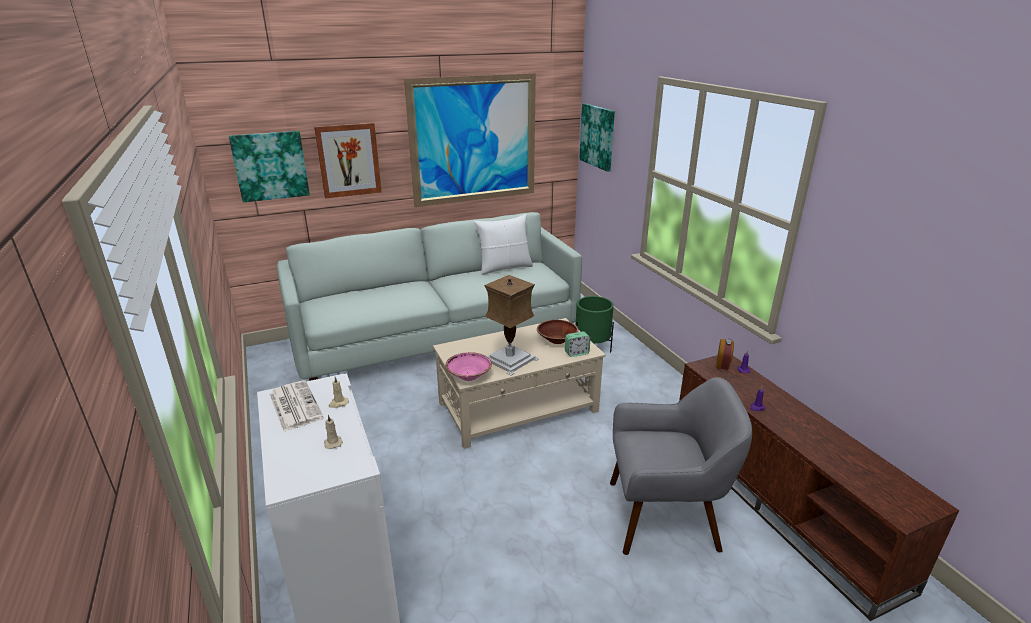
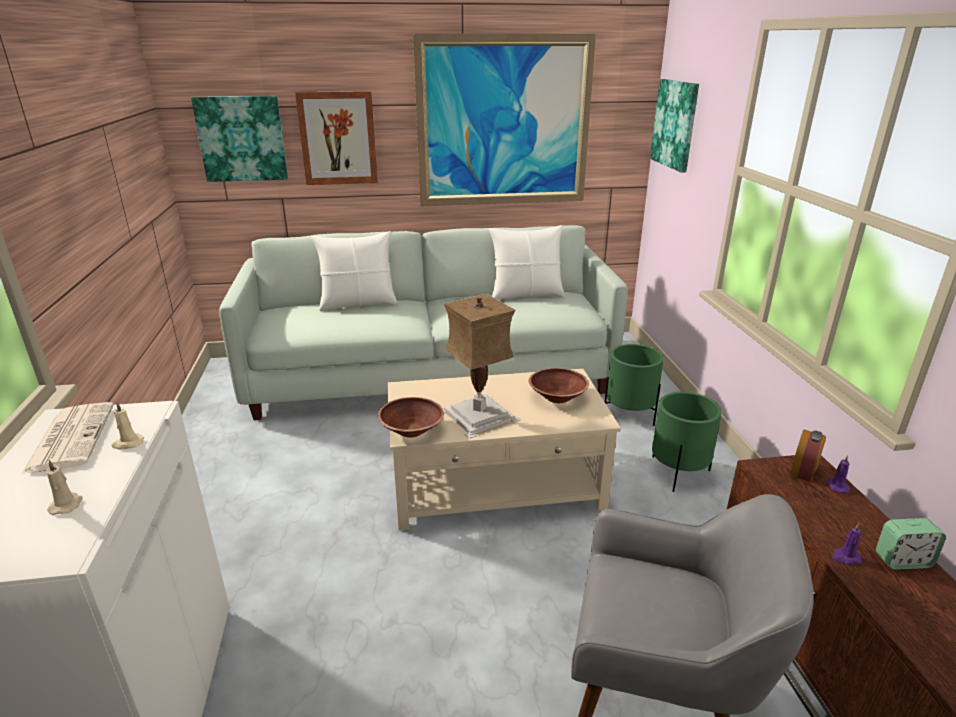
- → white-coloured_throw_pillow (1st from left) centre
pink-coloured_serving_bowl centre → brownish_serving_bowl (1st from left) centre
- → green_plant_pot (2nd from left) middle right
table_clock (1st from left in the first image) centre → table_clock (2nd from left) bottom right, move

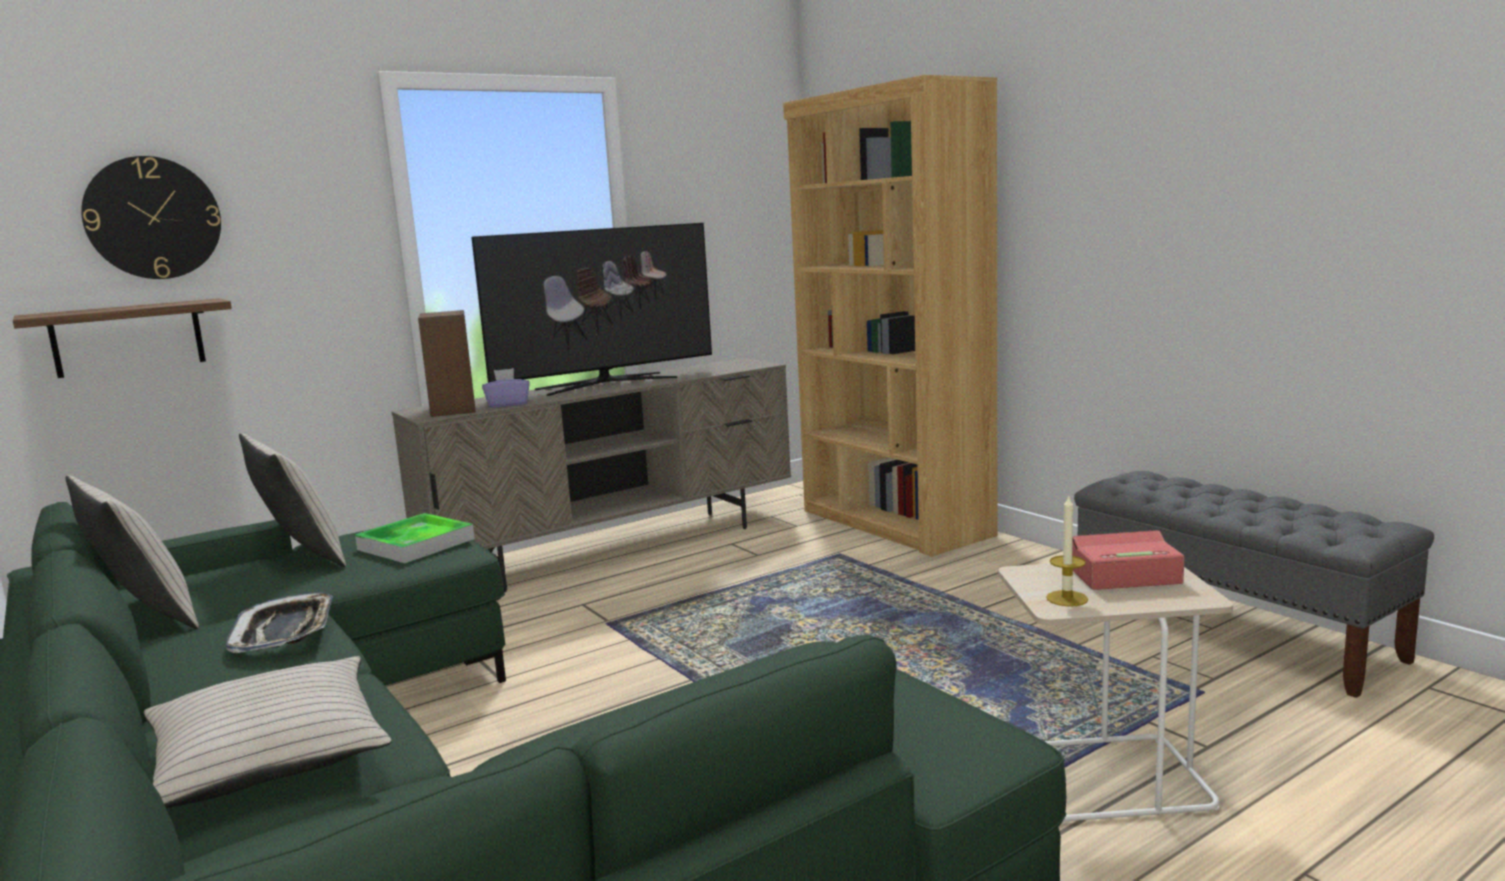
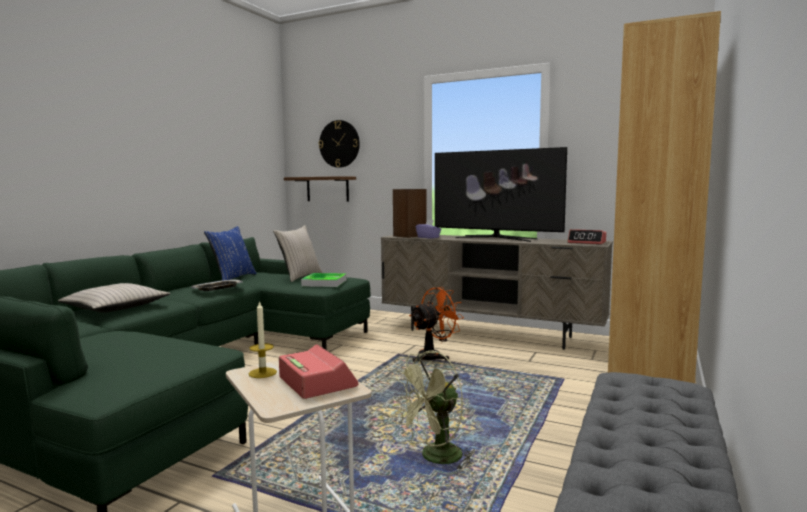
sand-coloured_throw_pillow (1st from left) middle left → blue_throw_pillow middle left
- → green_cooling_fan bottom centre
- → orange_cooling_fan centre
- → table_clock (2nd from left) middle right

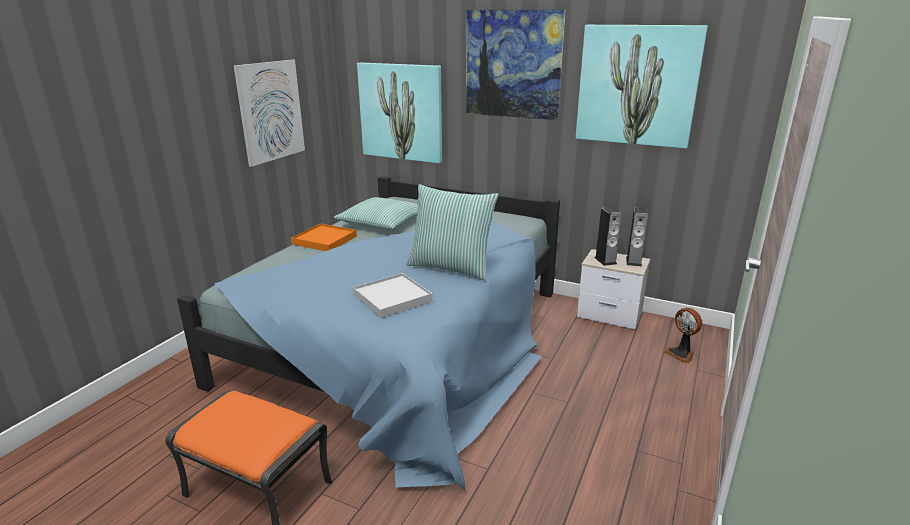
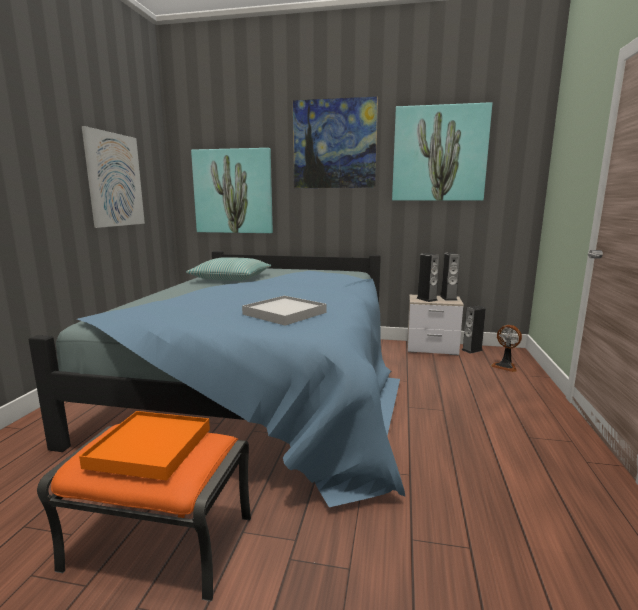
orange_tray centre → orange_tray bottom left, move
- → audio_speaker (3rd from left) middle right
throw_pillow (2nd from left) centre → -

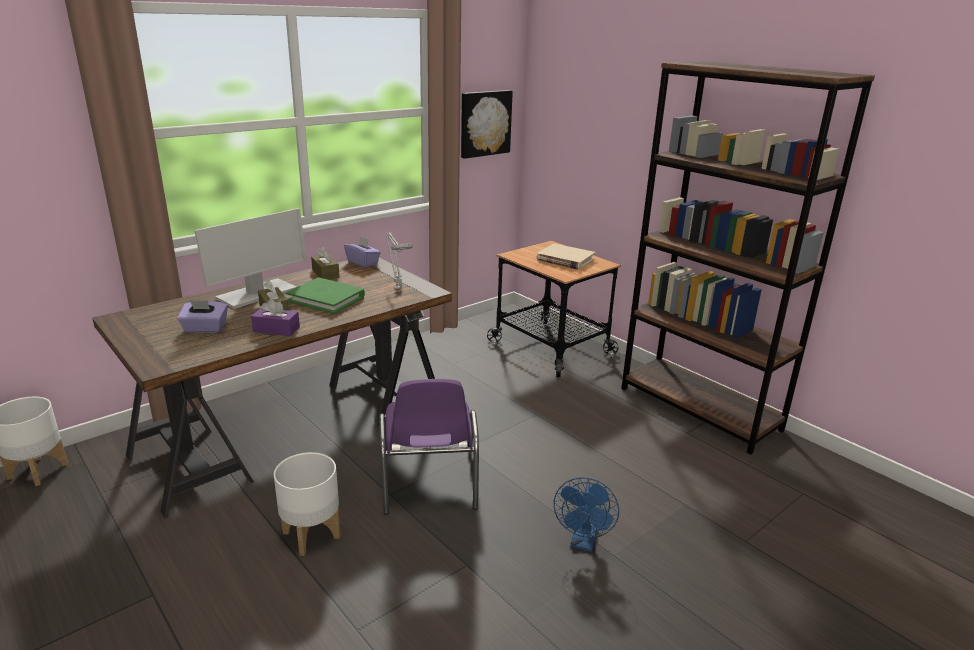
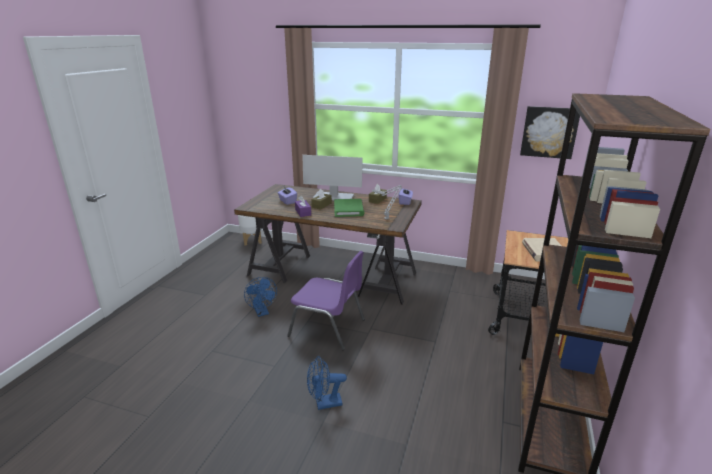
white-coloured_plant_pot (2nd from left) bottom left → blue_cooling_fan (1st from left) centre
purple-coloured_chair bottom centre → purple-coloured_chair centre, 120 degrees counterclockwise

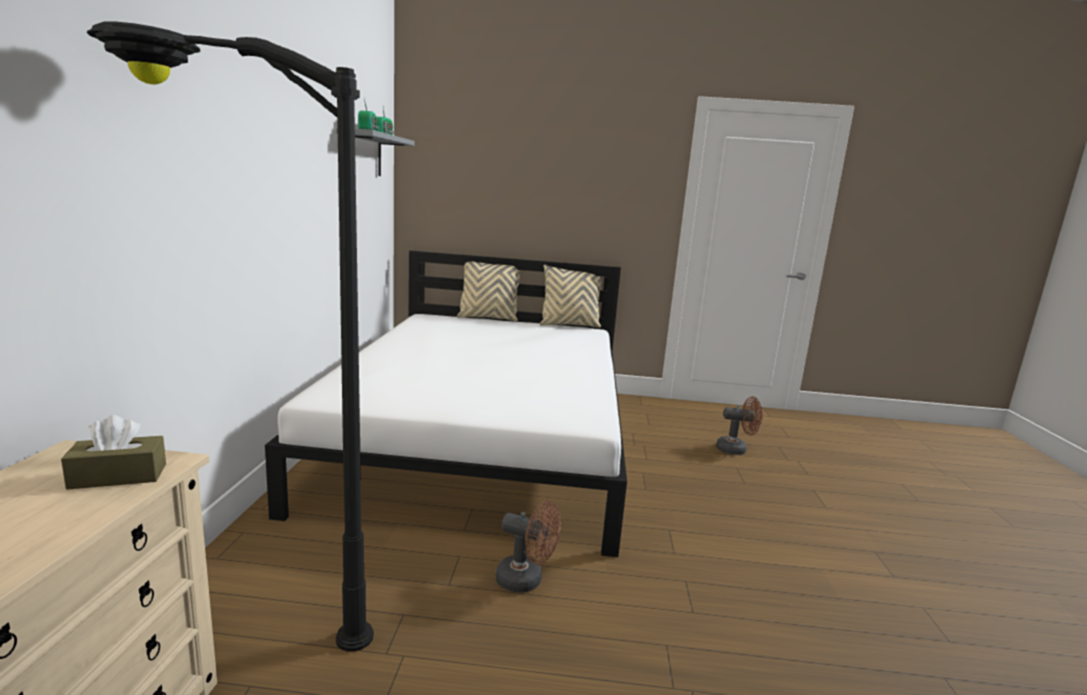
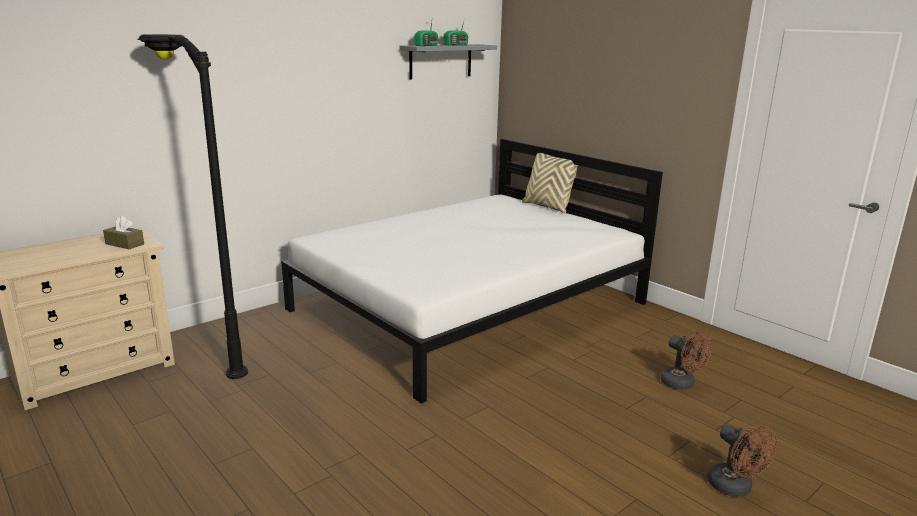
brownish_cooling_fan (1st from left in the first image) bottom centre → brownish_cooling_fan (2nd from left) bottom right, move
sand-coloured_throw_pillow (2nd from left) centre → -

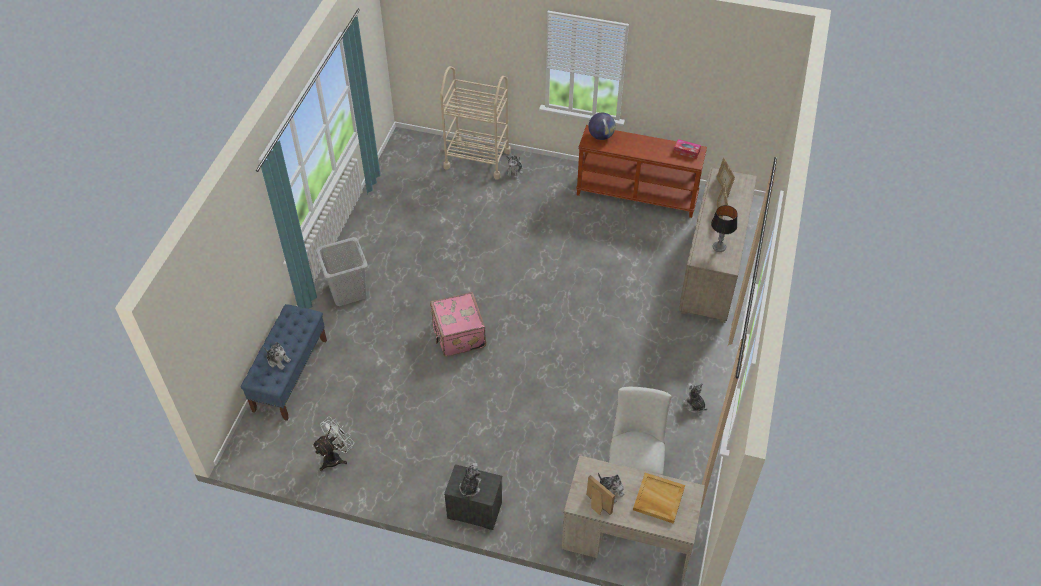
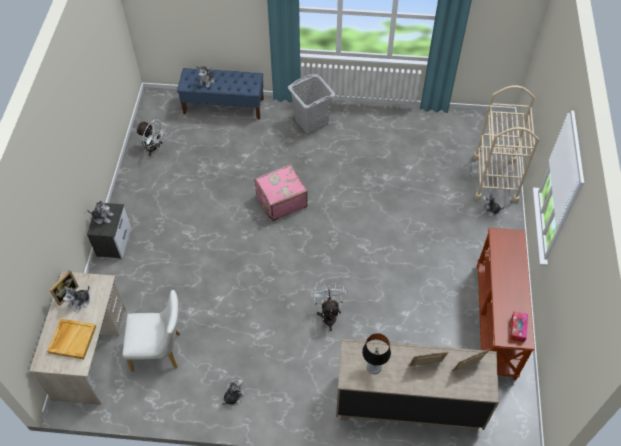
- → white-coloured_cooling_fan (2nd from left) bottom centre
world_globe top centre → -

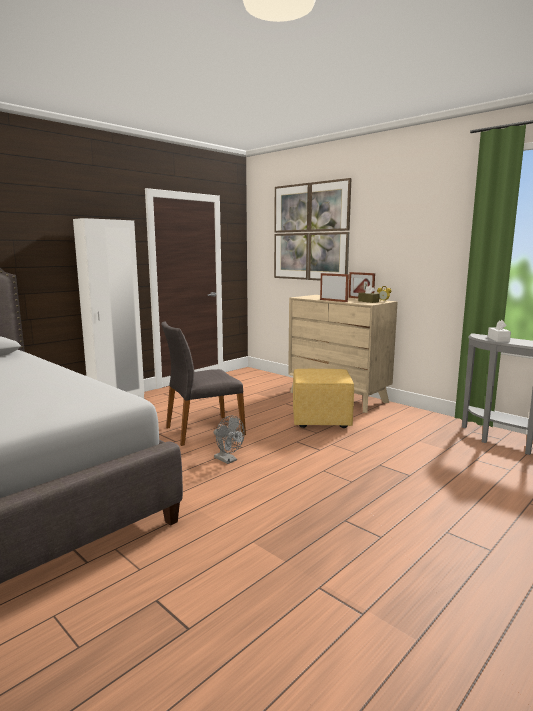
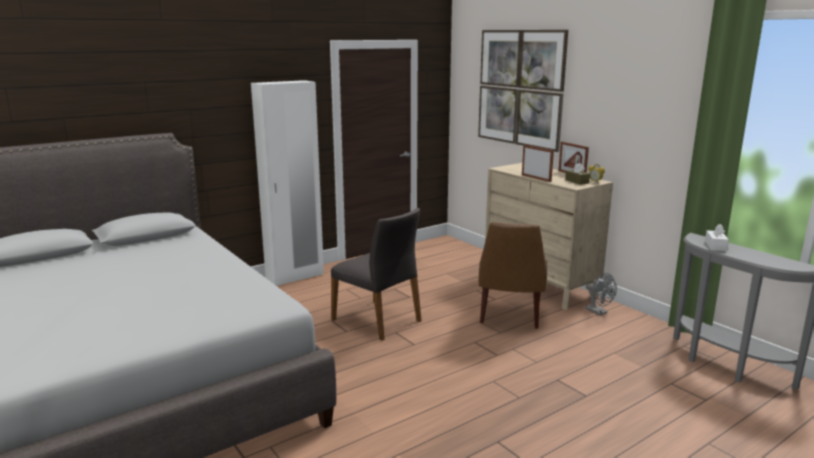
greyish_chair centre, 120 degrees counterclockwise
yellow-coloured_footrest centre → brownish_chair centre
greyish_cooling_fan centre → greyish_cooling_fan middle right, move

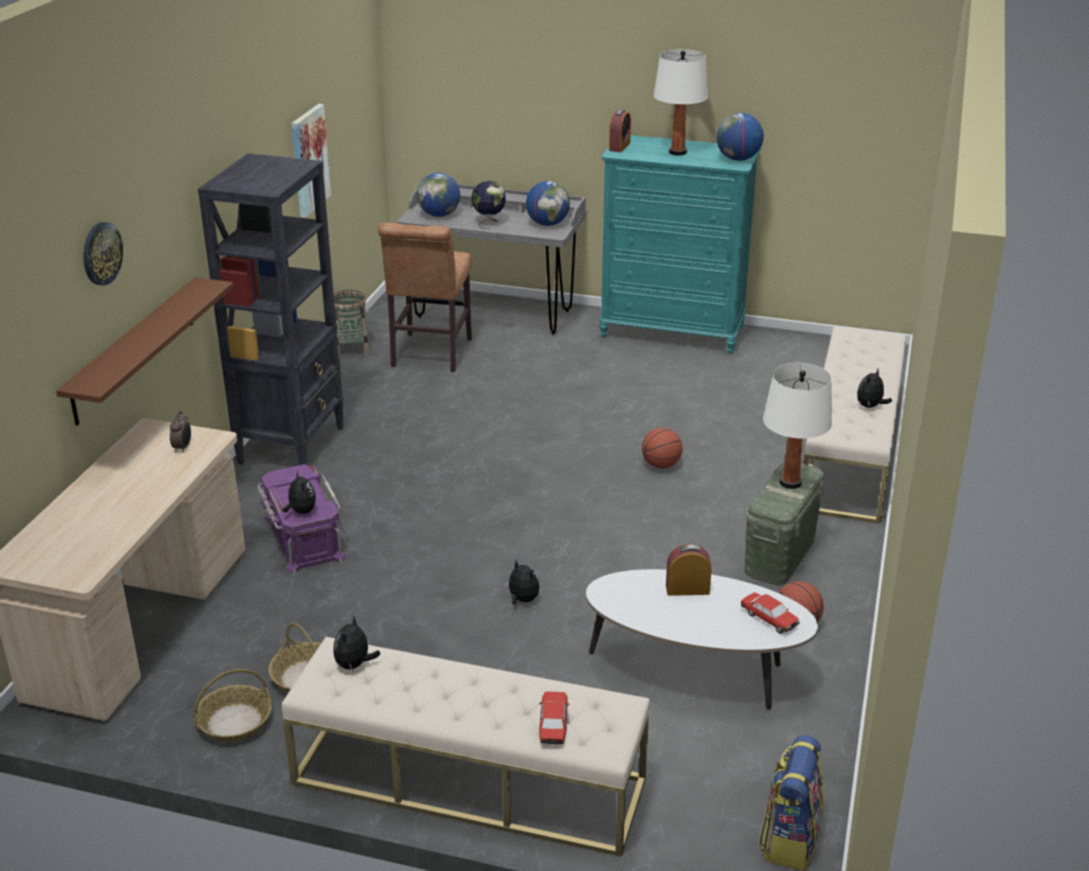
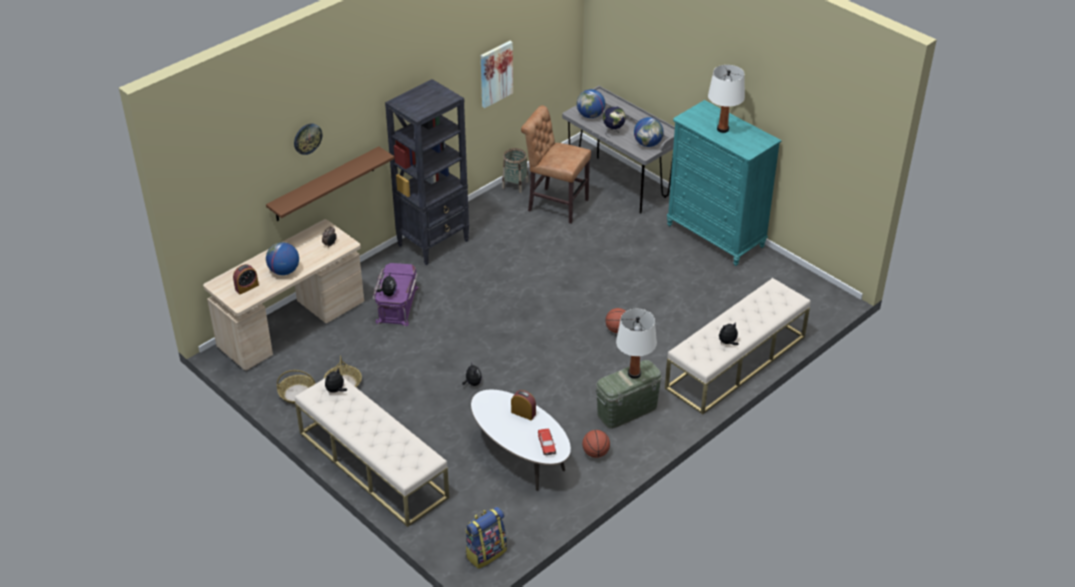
table_clock (2nd from left in the first image) top centre → table_clock (1st from left) middle left, move
world_globe (4th from left in the first image) top right → world_globe (1st from left) middle left, move
brownish_chair centre → brownish_chair top centre, 75 degrees clockwise
model_car (1st from left) bottom centre → -

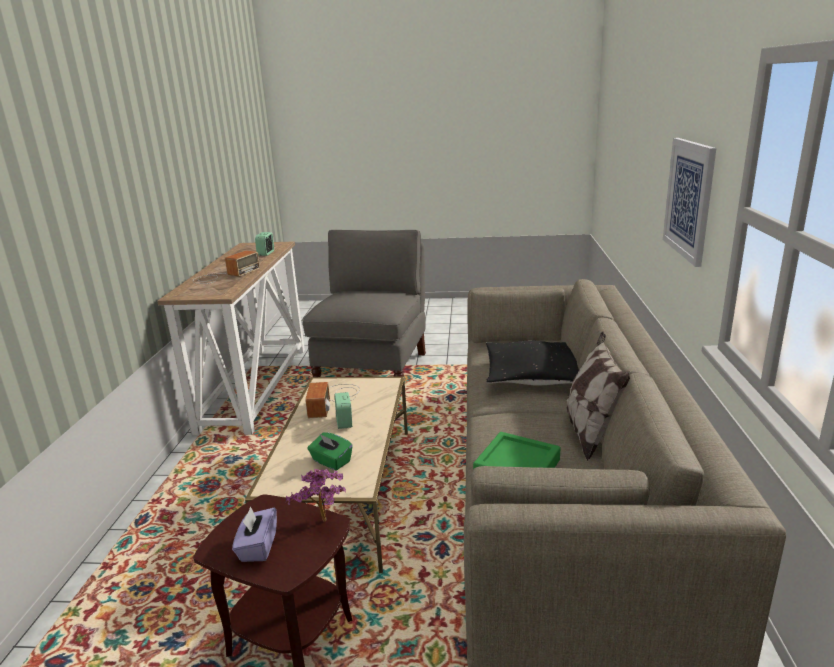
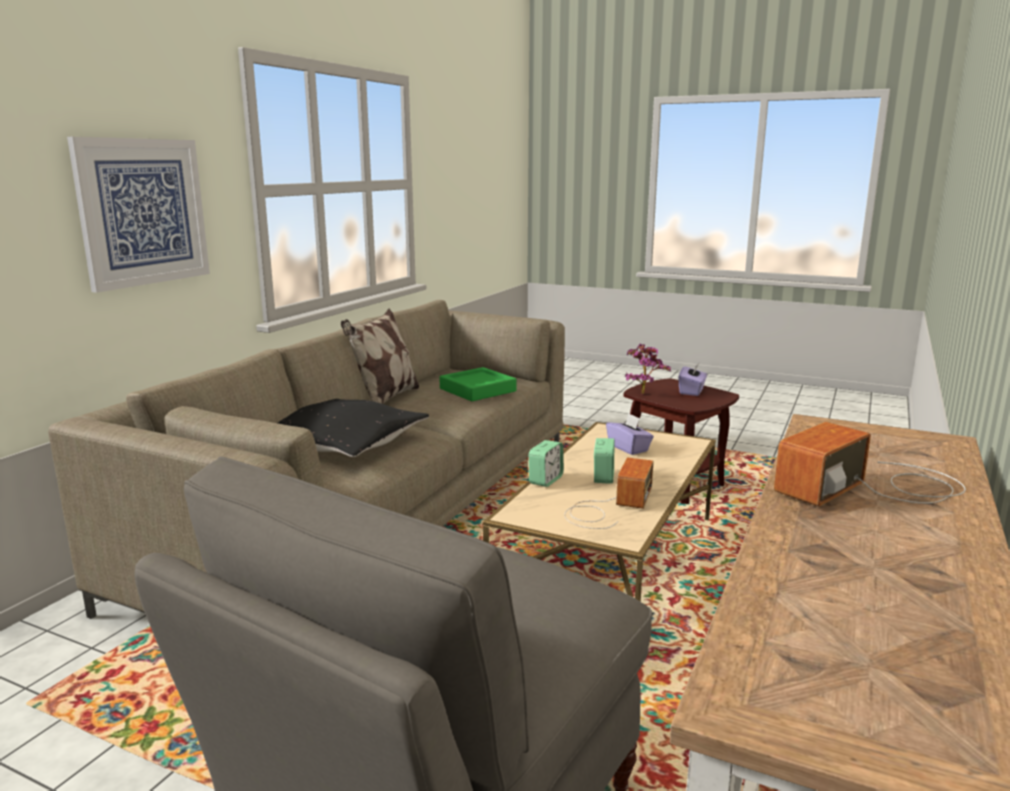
table_clock (1st from left) middle left → table_clock (1st from left) centre, move
green_tissue_box bottom centre → purple-coloured_tissue_box (1st from left) centre

